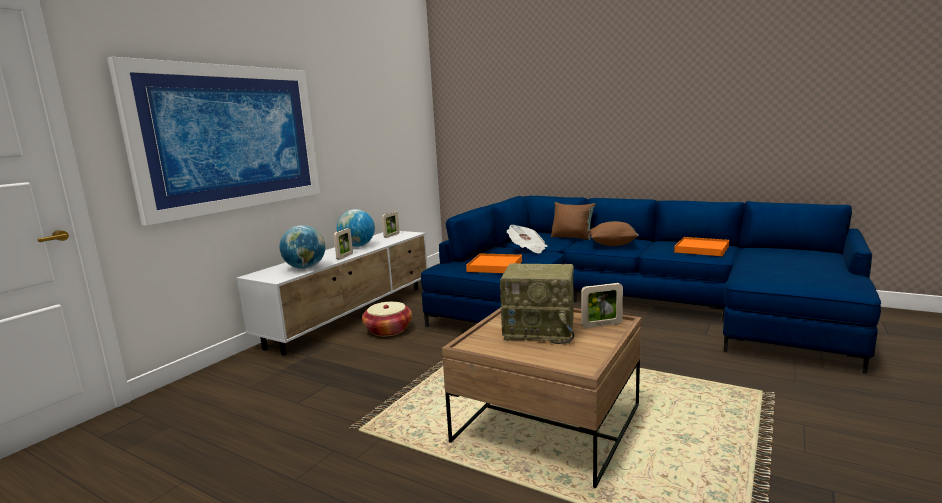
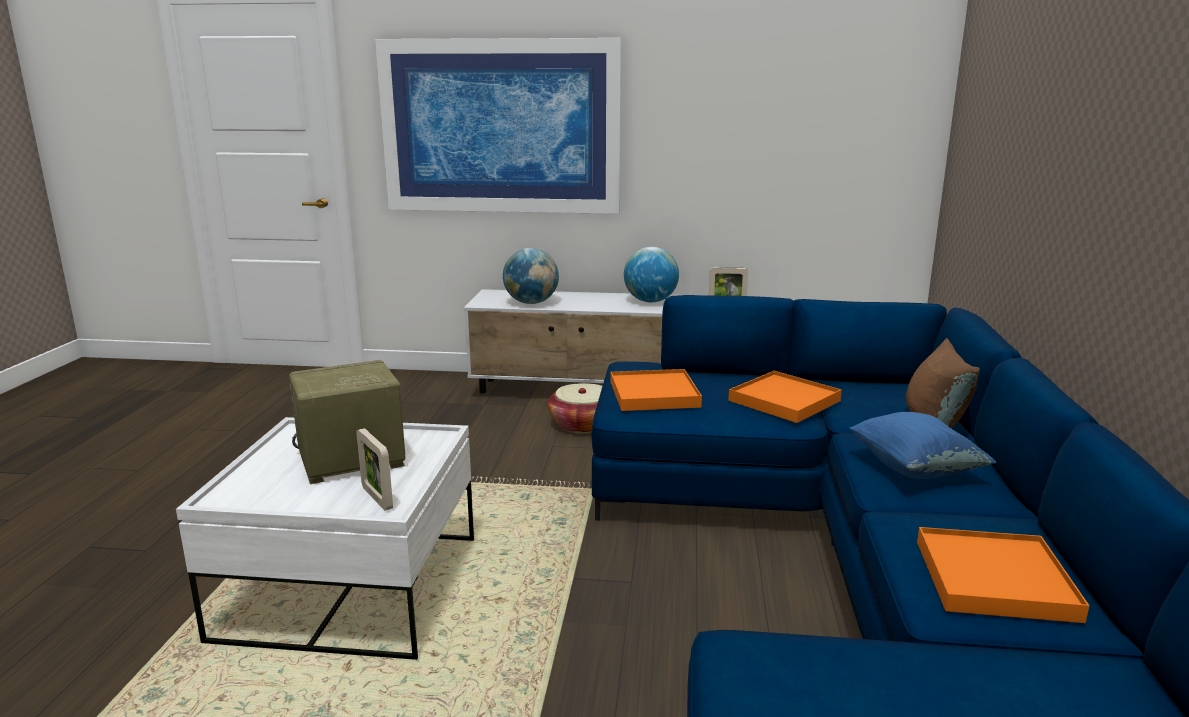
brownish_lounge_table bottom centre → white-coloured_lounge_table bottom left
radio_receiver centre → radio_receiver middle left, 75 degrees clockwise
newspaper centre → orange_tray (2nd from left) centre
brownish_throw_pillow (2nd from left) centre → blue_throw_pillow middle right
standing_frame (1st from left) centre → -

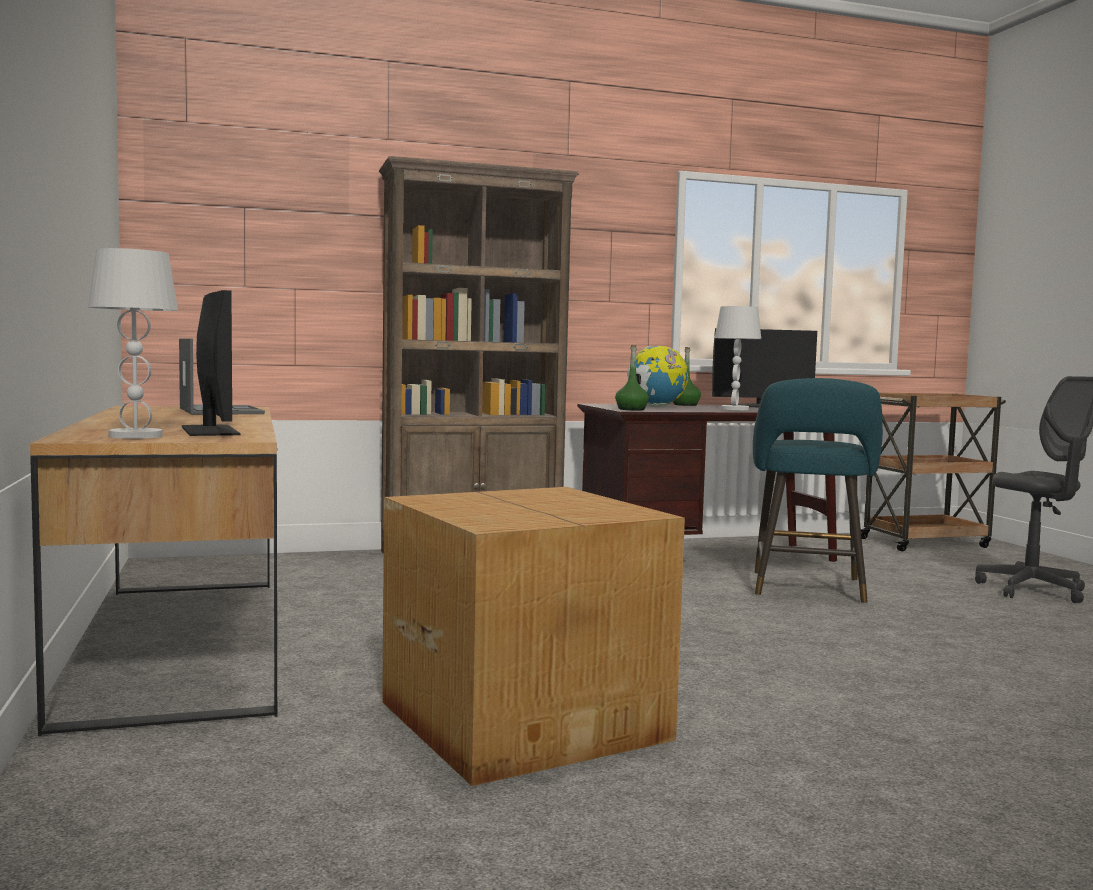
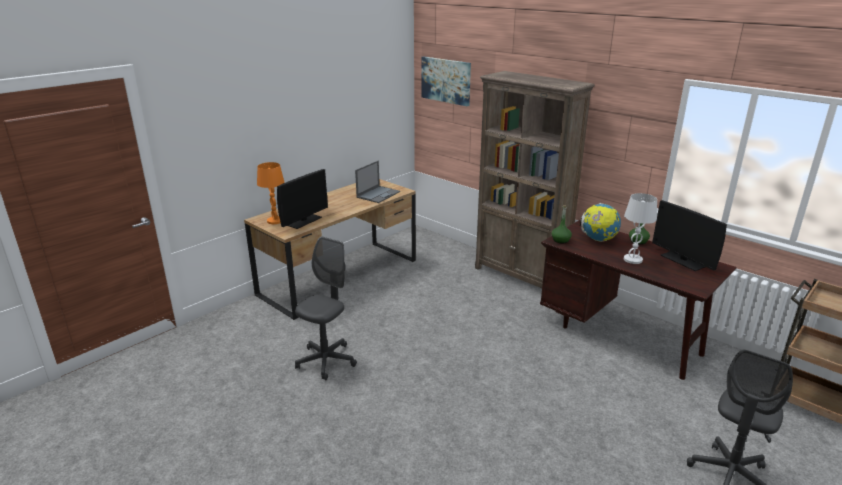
white-coloured_tabletop_lamp (1st from left) middle left → orange_tabletop_lamp middle left
cardboard_box bottom centre → greyish_computer_chair (1st from left) centre
- → wall_picture top centre
turquoise-coloured_stool middle right → -

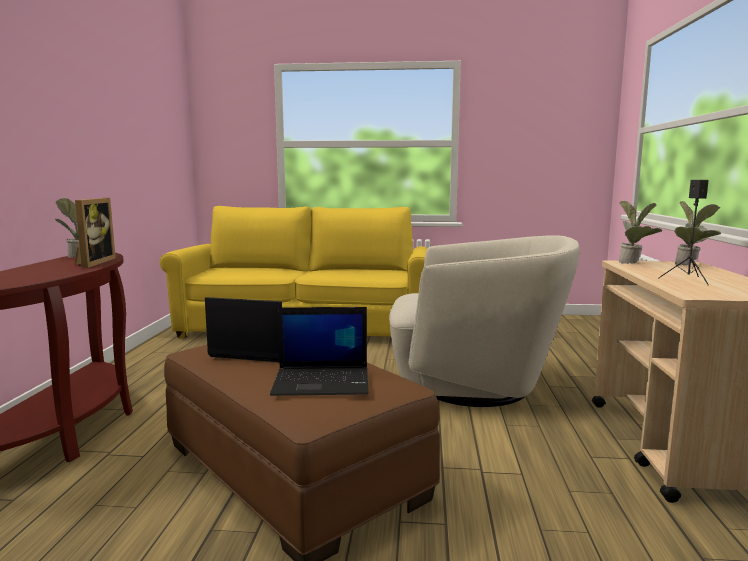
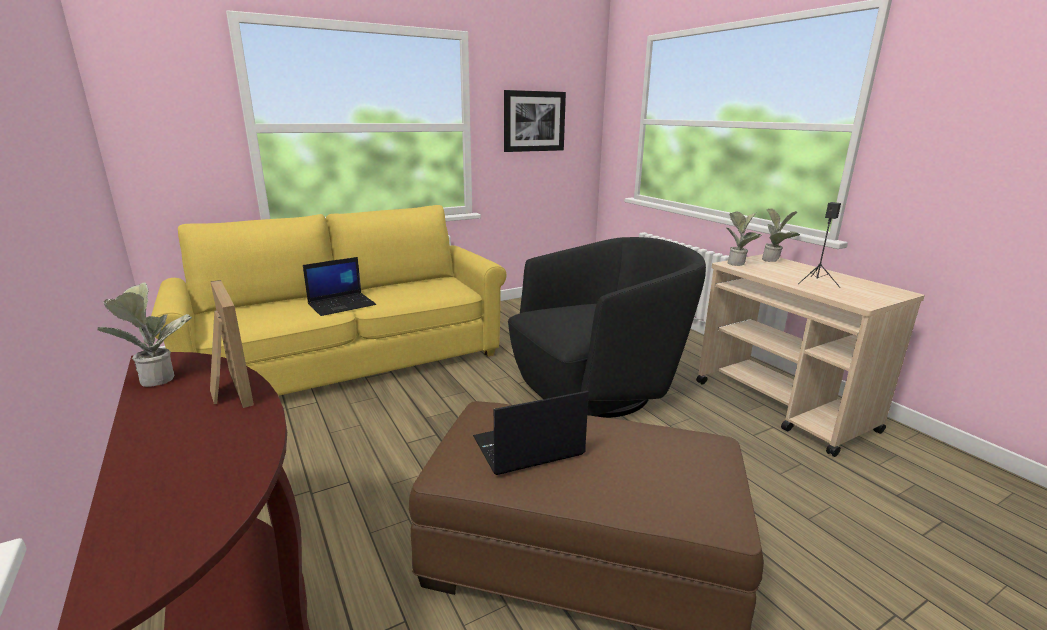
laptop (2nd from left in the first image) centre → laptop (1st from left) middle left, move
- → wall_picture top centre
sand-coloured_easy_chair centre → black_easy_chair centre

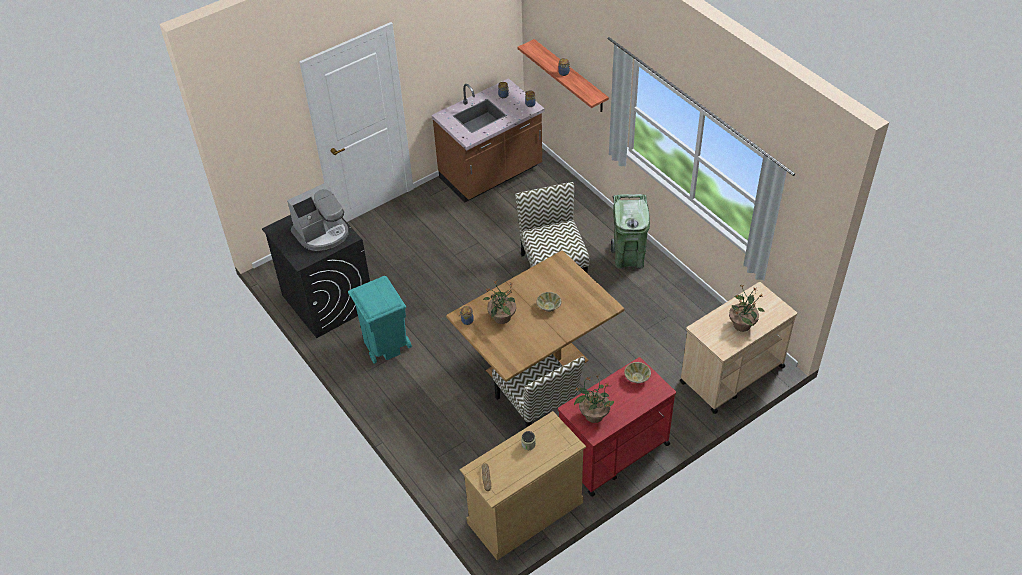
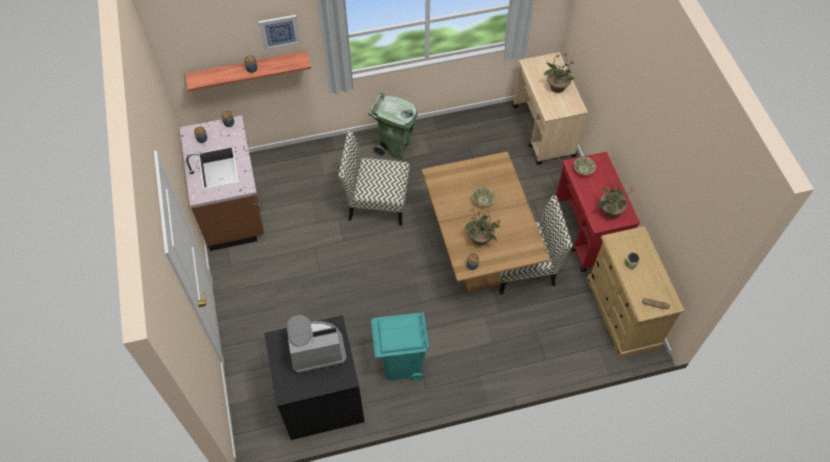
- → wall_picture top centre
coffee_maker middle left → coffee_maker bottom centre, 90 degrees counterclockwise

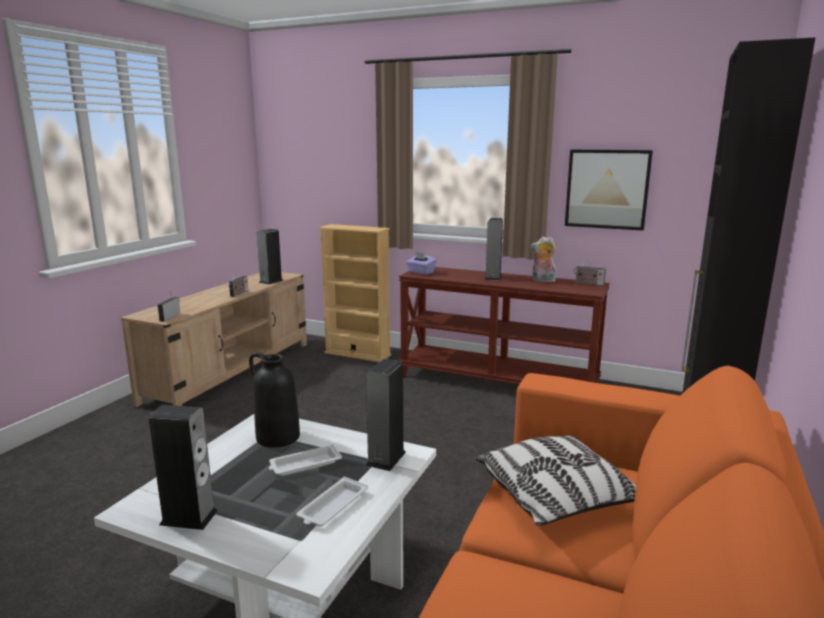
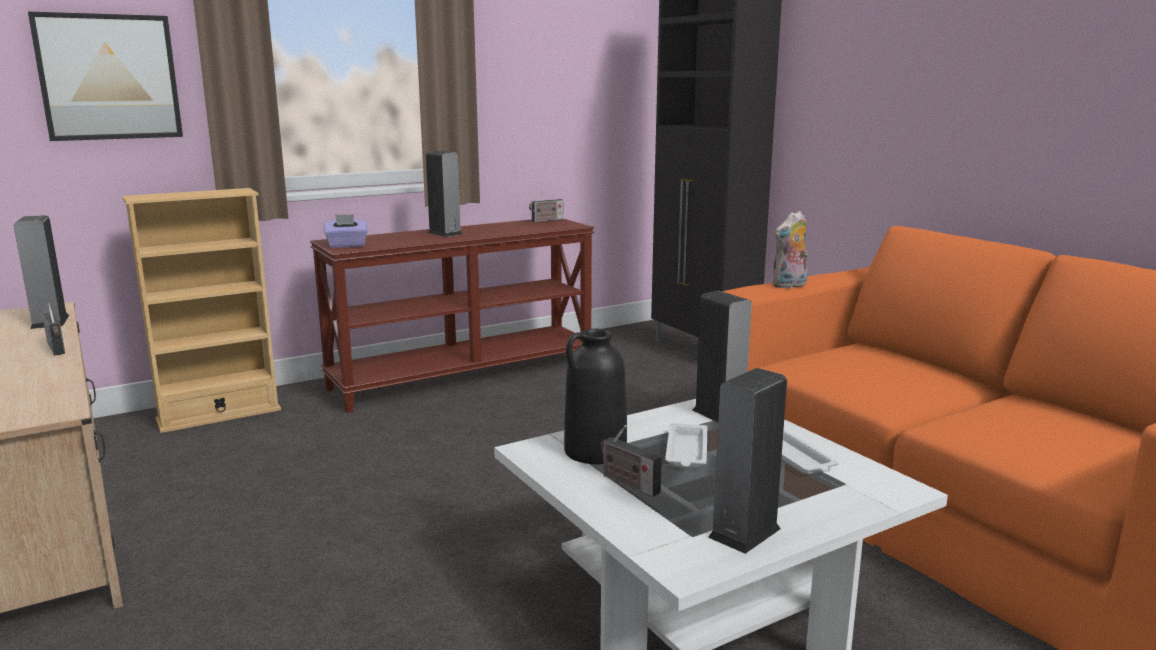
wall_picture top right → wall_picture top left, move
radio_receiver (1st from left in the first image) middle left → radio_receiver (3rd from left) bottom centre, move
plush_toy centre → plush_toy middle right, move
throw_pillow bottom right → -

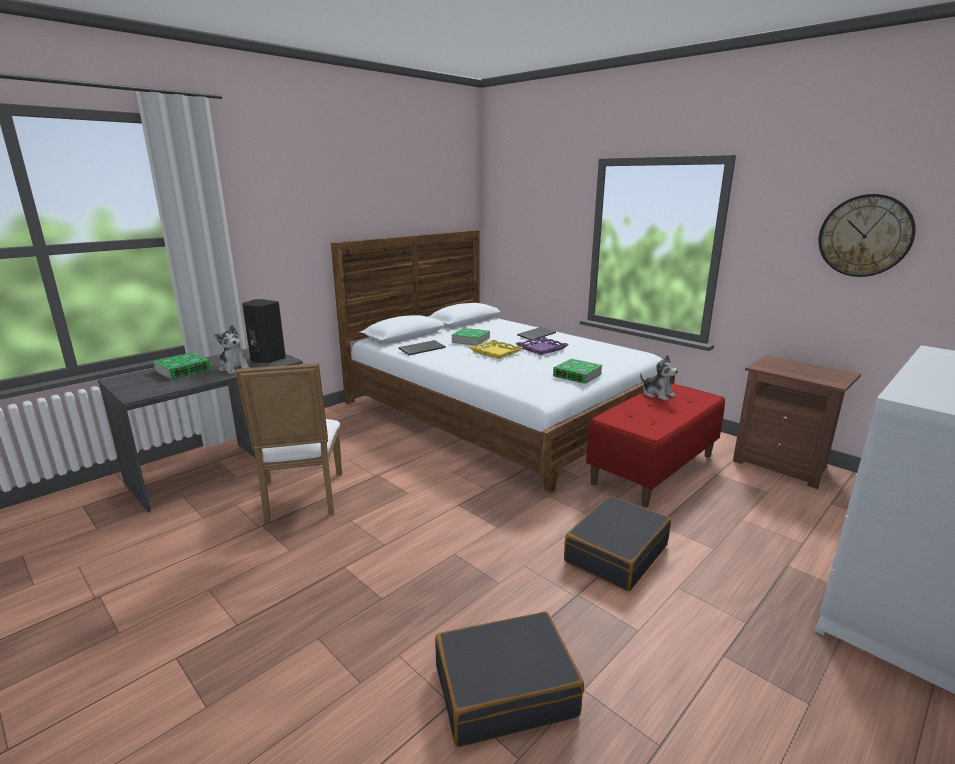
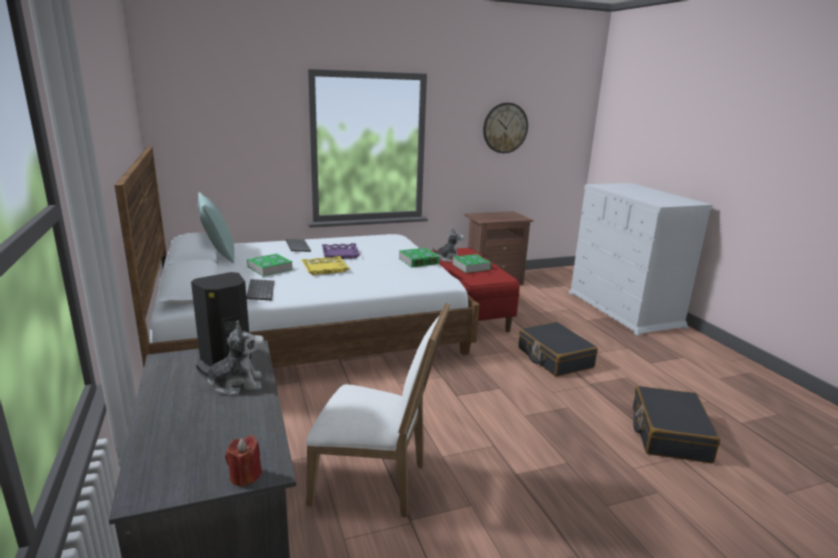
- → throw_pillow middle left
- → red_candle bottom left
volume (1st from left in the first image) middle left → volume (3rd from left) centre, move

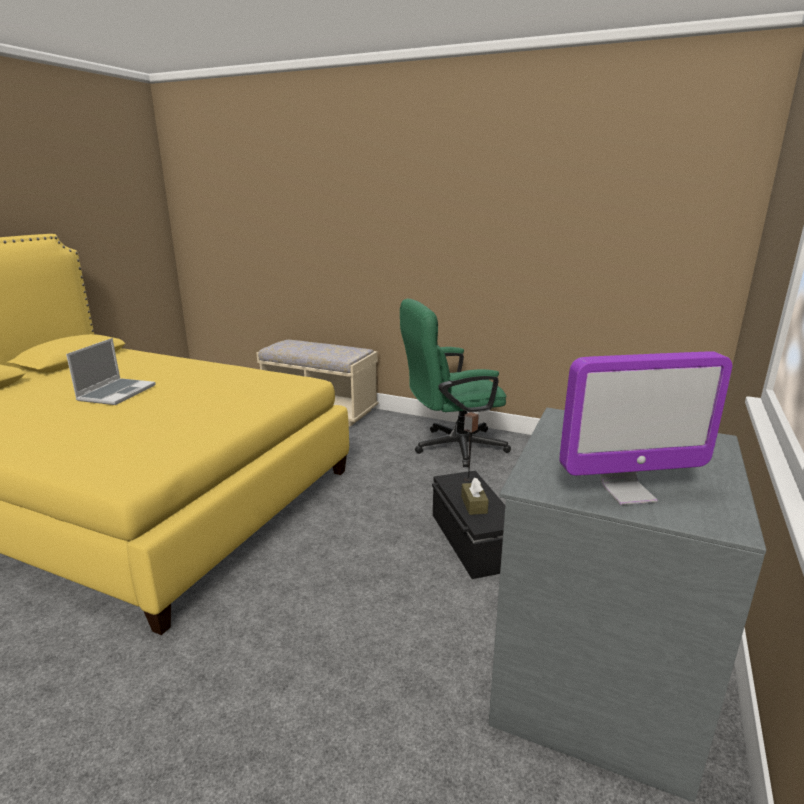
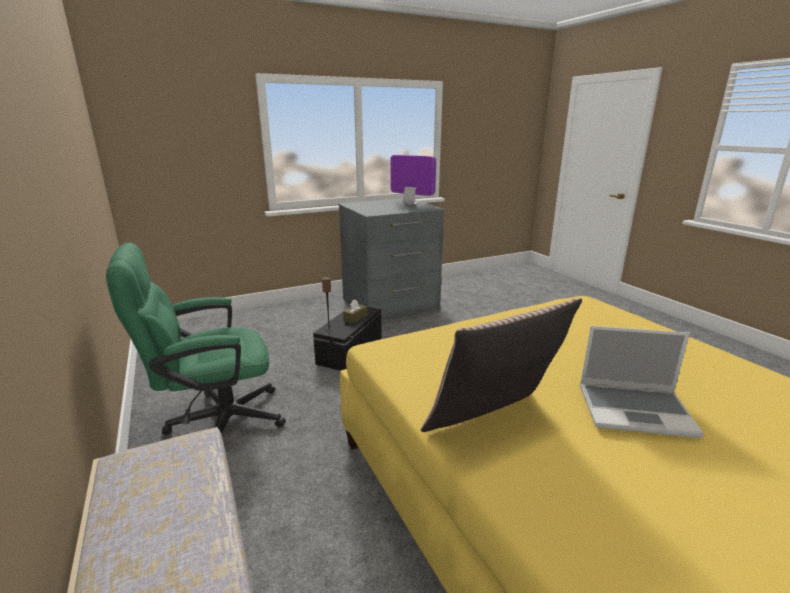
green_computer_chair centre → green_computer_chair middle left, 135 degrees clockwise
- → throw_pillow centre
laptop middle left → laptop middle right, 135 degrees counterclockwise

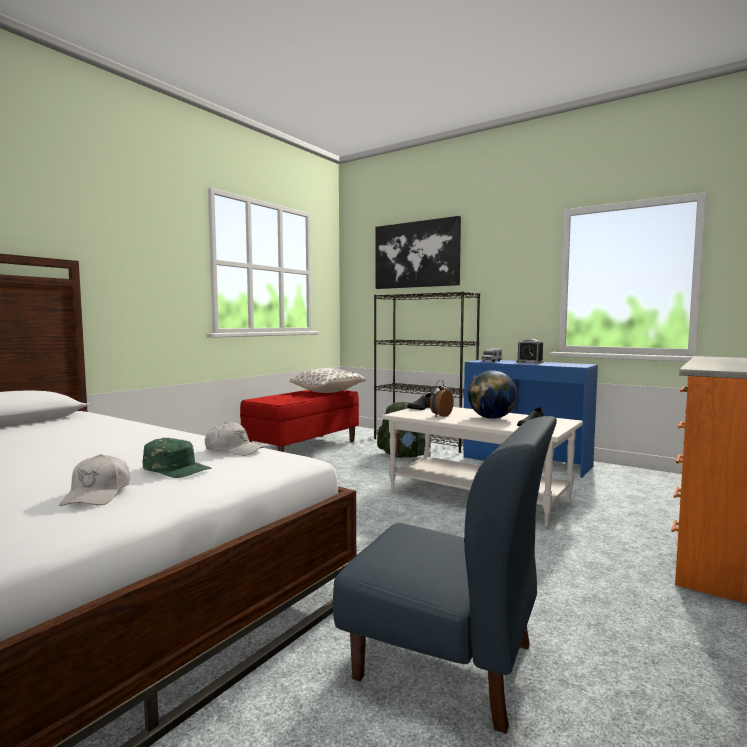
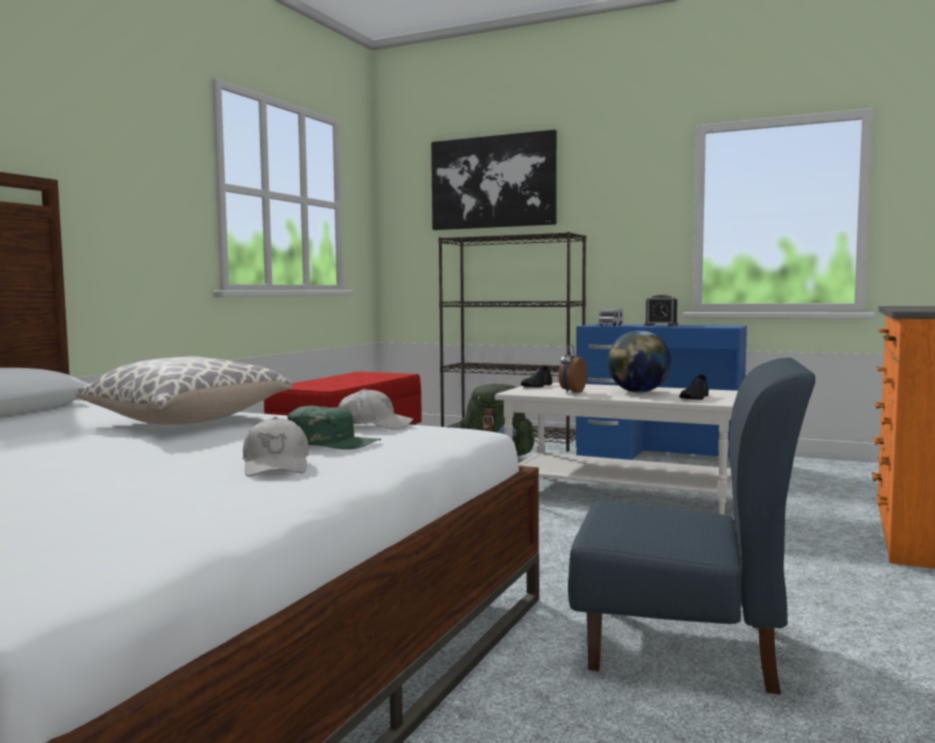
throw_pillow centre → throw_pillow middle left, move

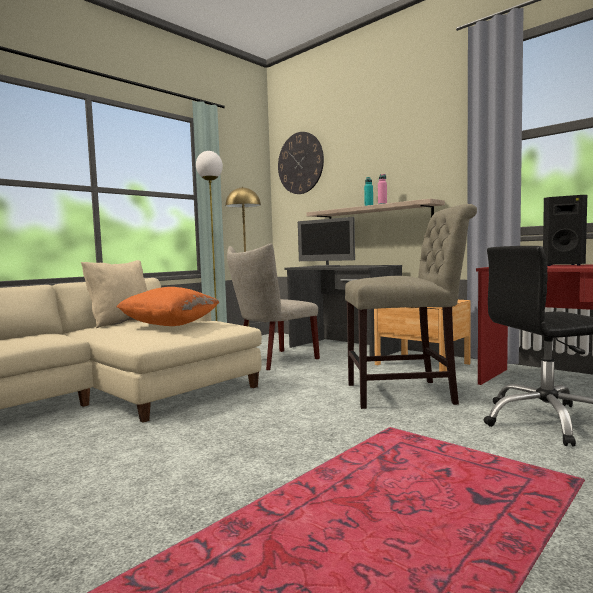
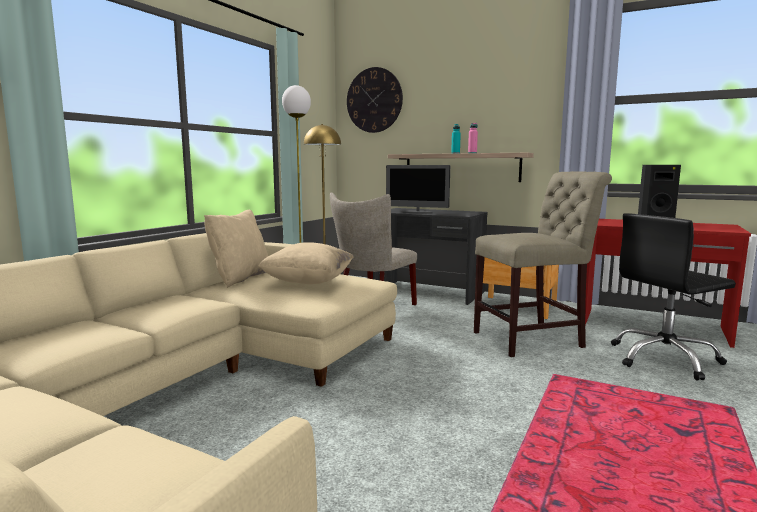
orange_throw_pillow middle left → sand-coloured_throw_pillow (2nd from left) centre

